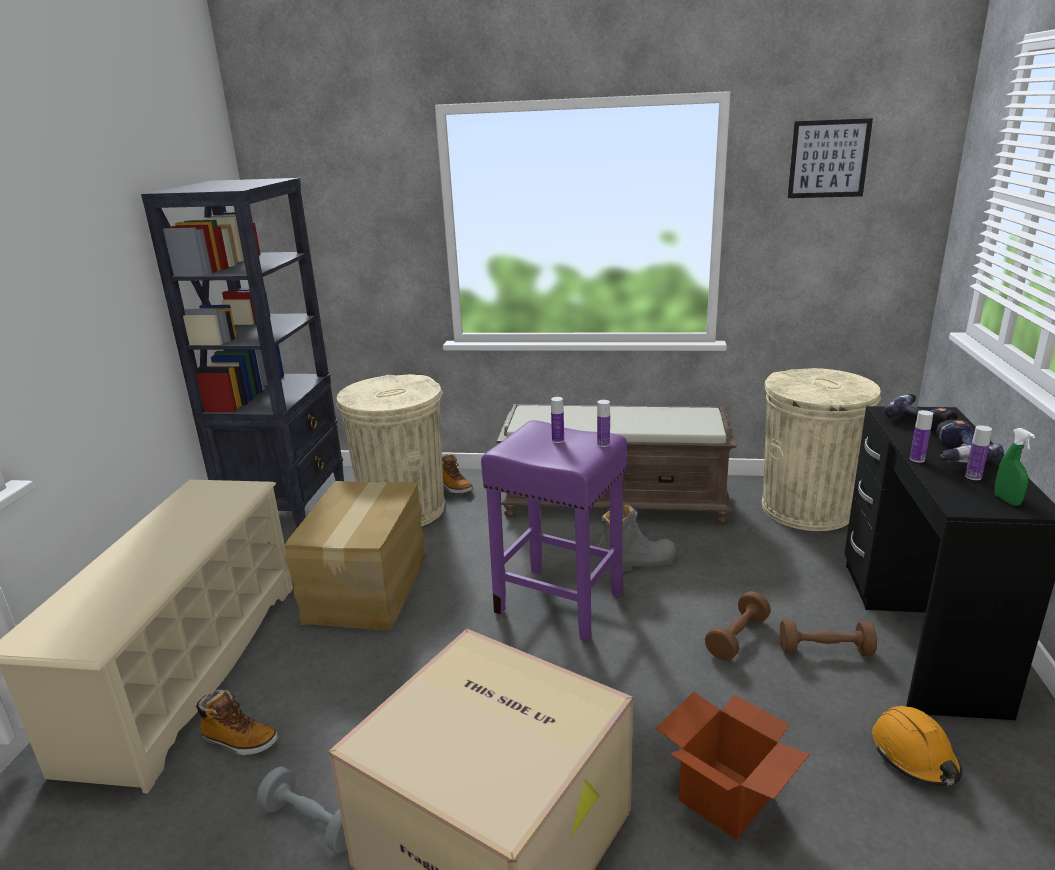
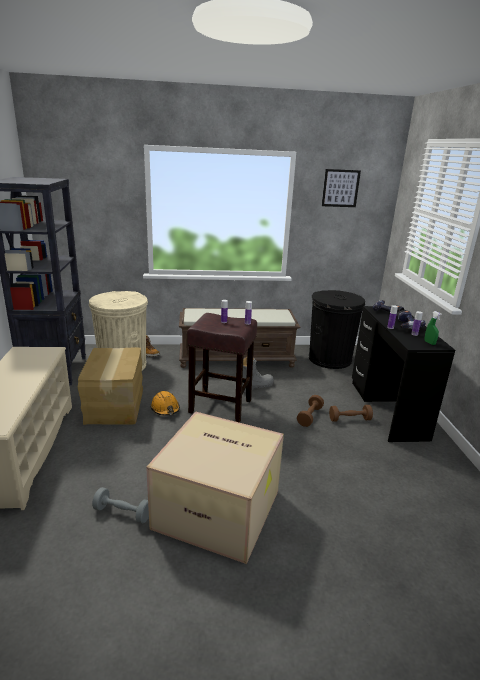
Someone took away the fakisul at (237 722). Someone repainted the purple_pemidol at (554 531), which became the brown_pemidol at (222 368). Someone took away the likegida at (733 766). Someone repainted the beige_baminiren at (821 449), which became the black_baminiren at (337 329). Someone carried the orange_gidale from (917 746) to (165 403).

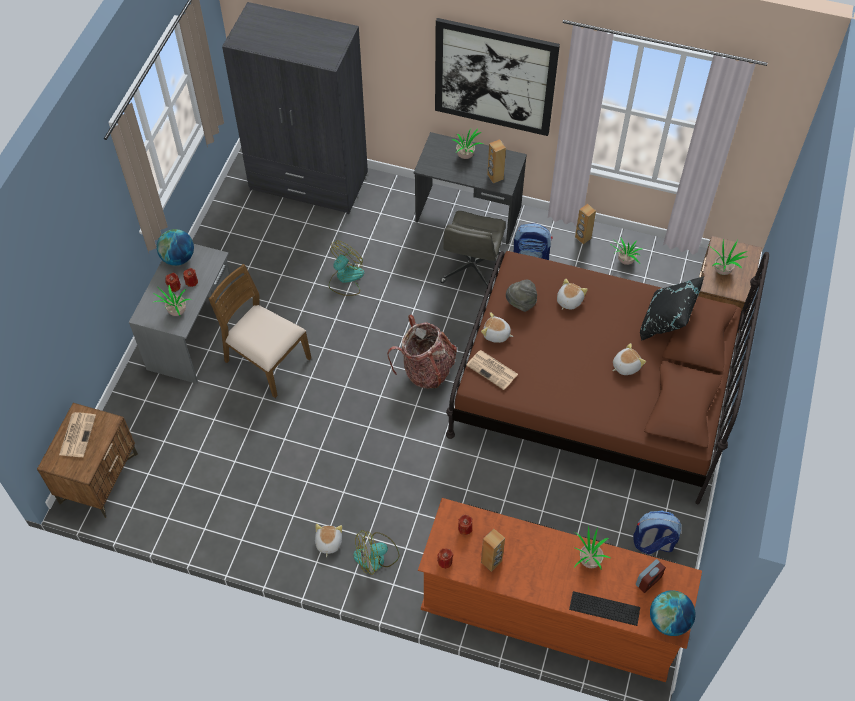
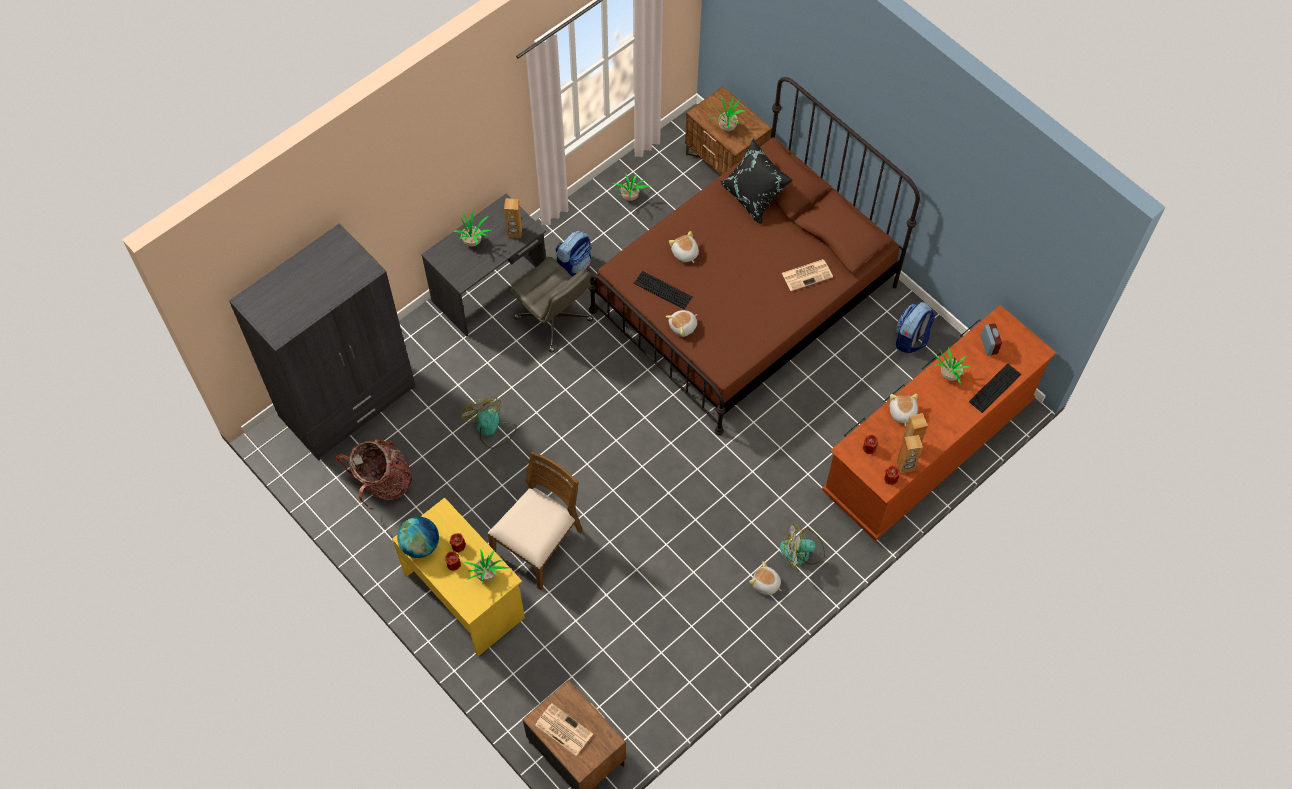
Someone repainted the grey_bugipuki at (180 314), which became the yellow_bugipuki at (458 577). Someone rotated the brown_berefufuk at (260 331) by 150 degrees clockwise. Someone rotated the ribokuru at (376 552) by 75 degrees clockwise. Someone carried the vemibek from (422 352) to (374 474). Someone took away the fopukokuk at (497 77). Someone carried the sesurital from (492 370) to (807 275). Someone swapped the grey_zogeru at (521 296) for the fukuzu at (663 290). Someone carried the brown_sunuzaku from (585 224) to (910 454). Someone carried the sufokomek from (629 359) to (904 410). Someone took away the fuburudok at (673 613).

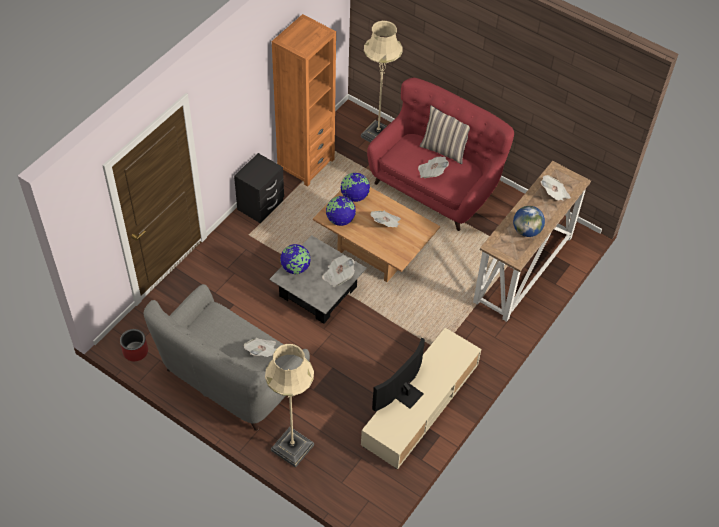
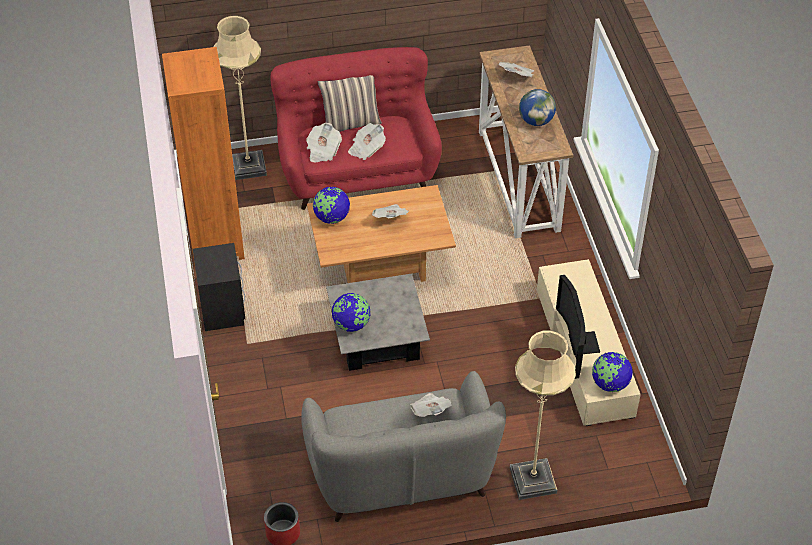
Someone carried the sesurital from (338 271) to (324 142). Someone carried the fuburudok from (341 211) to (612 372).

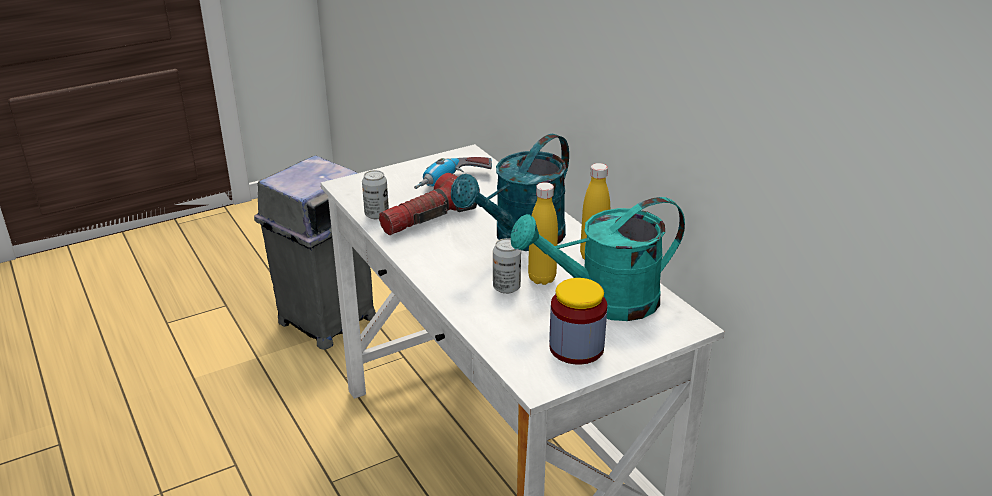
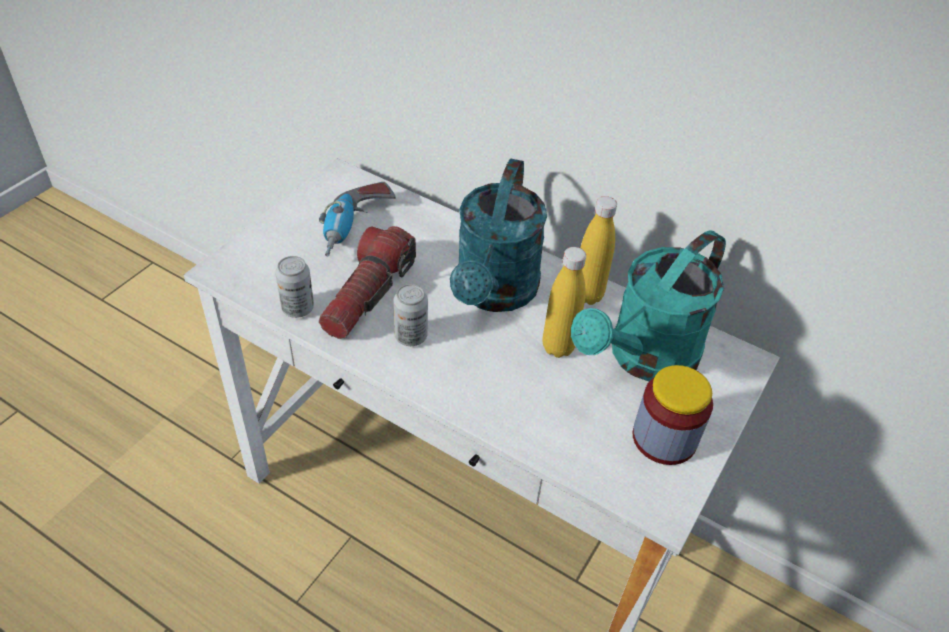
Someone took away the grey_baminiren at (315 253). Someone carried the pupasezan from (507 266) to (410 315).

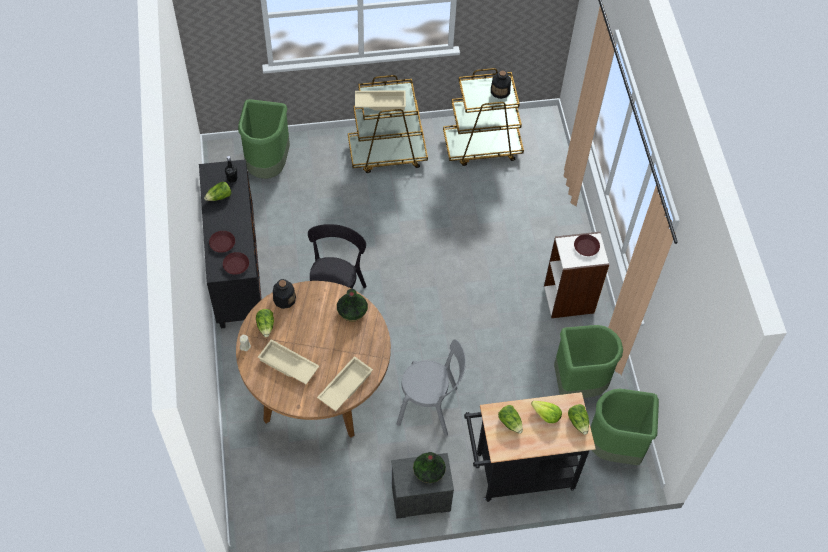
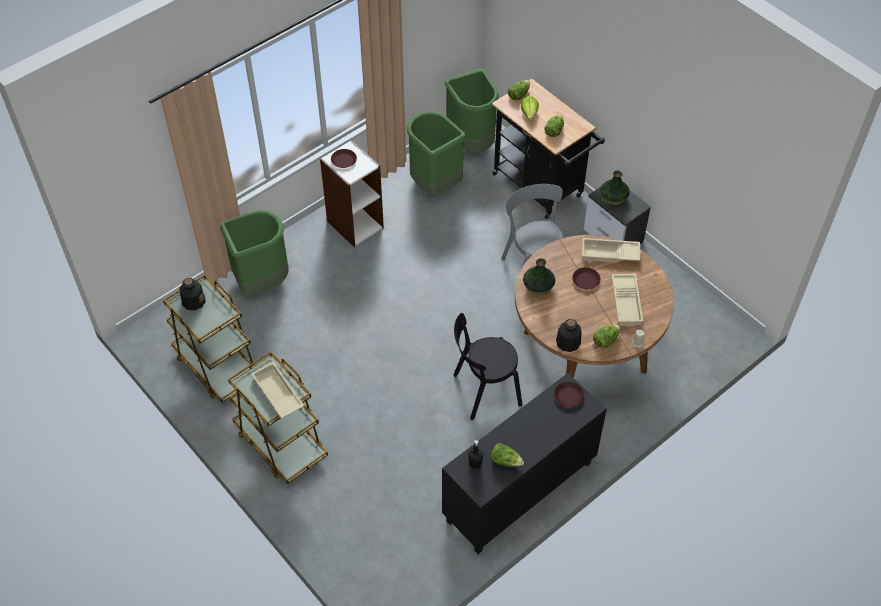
Someone carried the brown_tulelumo from (222 242) to (586 278). Someone carried the green_baminiren from (264 139) to (254 253).

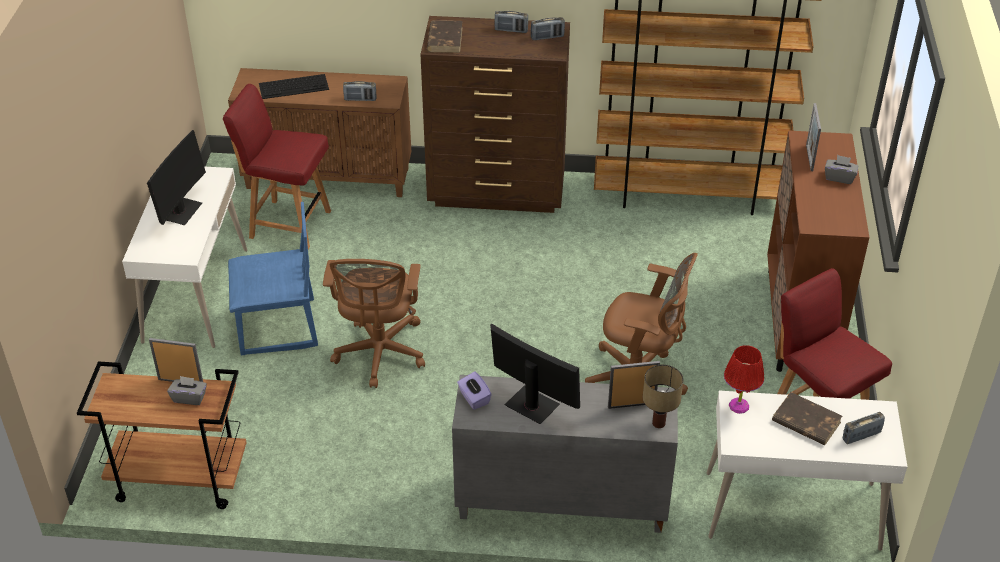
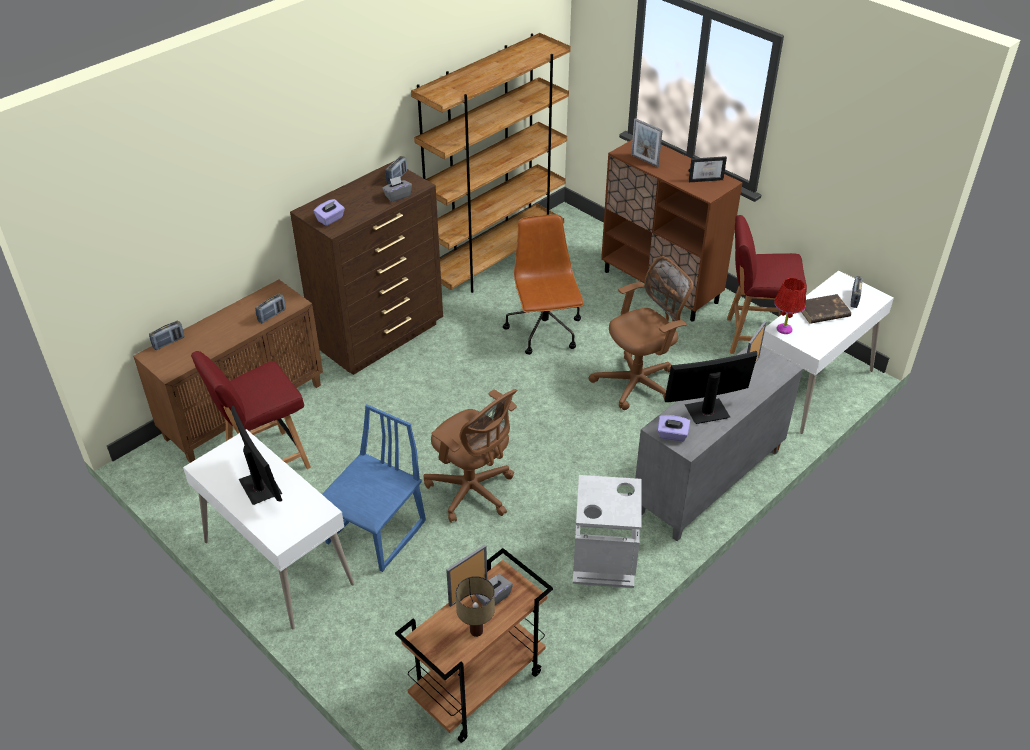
Someone took away the fukuzu at (294 86). Someone swapped the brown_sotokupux at (445 36) for the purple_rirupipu at (329 212). Someone carried the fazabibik from (511 22) to (166 335). Someone carried the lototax from (663 396) to (475 606). Someone carried the grey_rirupipu from (841 169) to (397 189). Someone put down the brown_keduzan at (543 285). Someone put down the grey_baminiren at (607 531). Someone put down the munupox at (707 169).

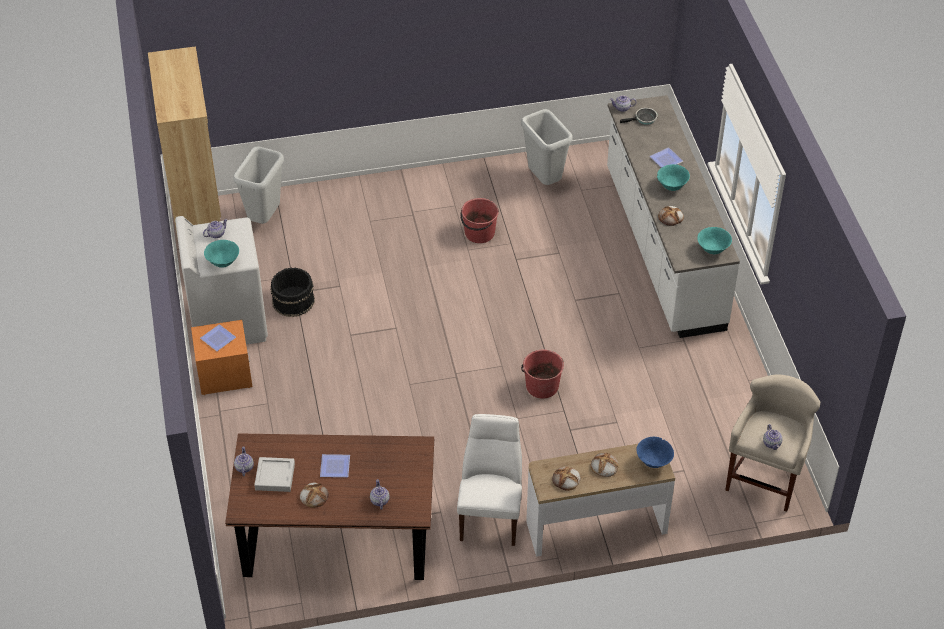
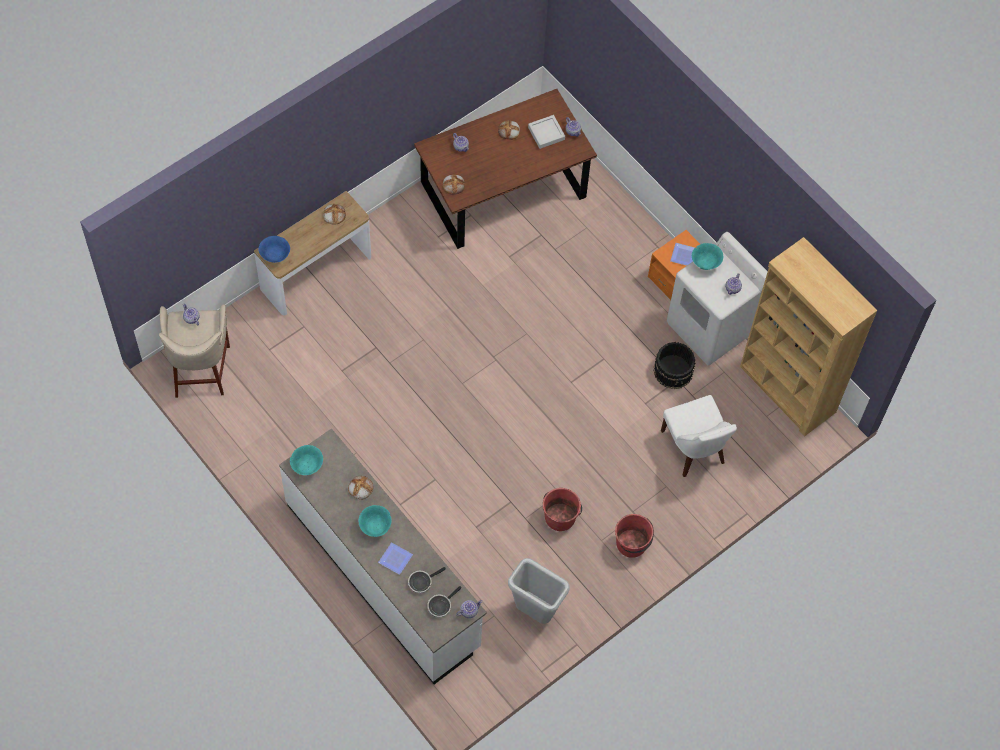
Someone took away the grey_baminiren at (258 185). Someone took away the tulelumo at (335 465). Someone carried the white_berefufuk from (489 480) to (699 436). Someone carried the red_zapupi from (542 374) to (634 536). Someone carried the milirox from (605 465) to (454 185). Someone put down the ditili at (427 580).

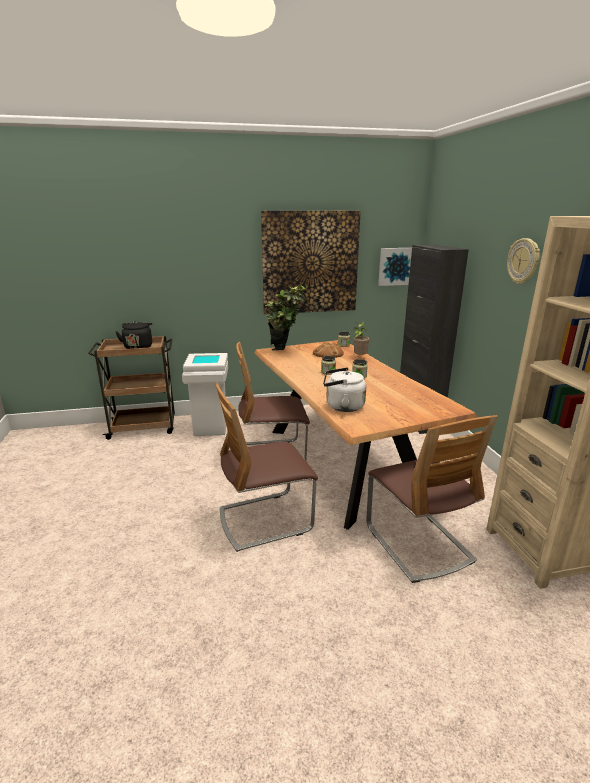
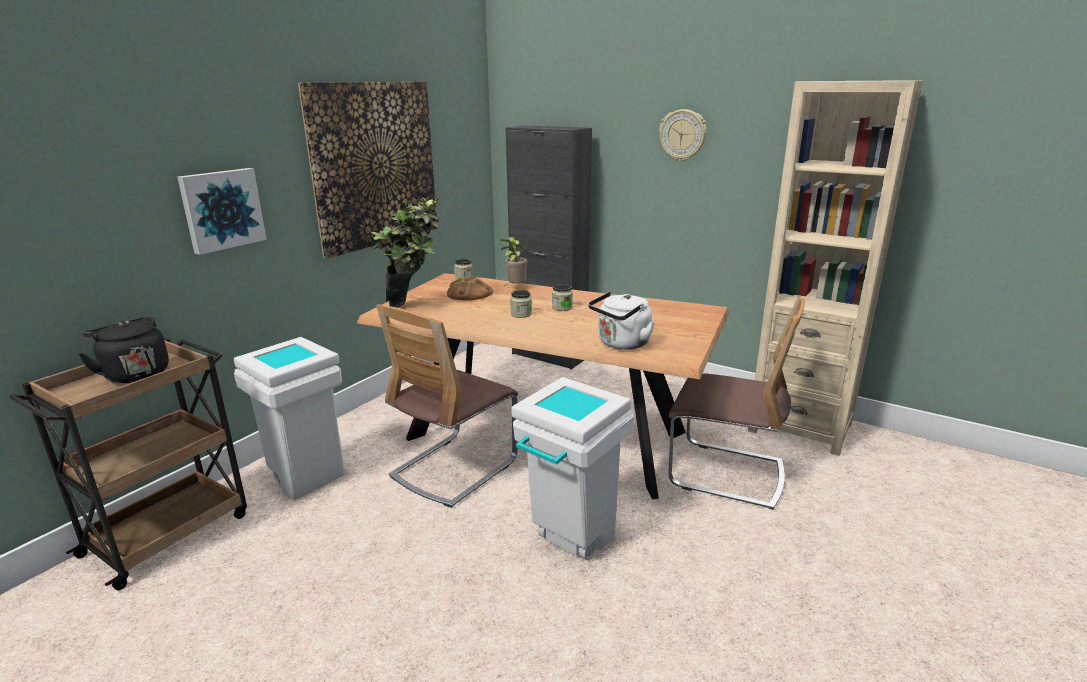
Someone swapped the berefufuk at (267 467) for the white_baminiren at (573 468). Someone carried the fopukokuk from (395 267) to (222 211).

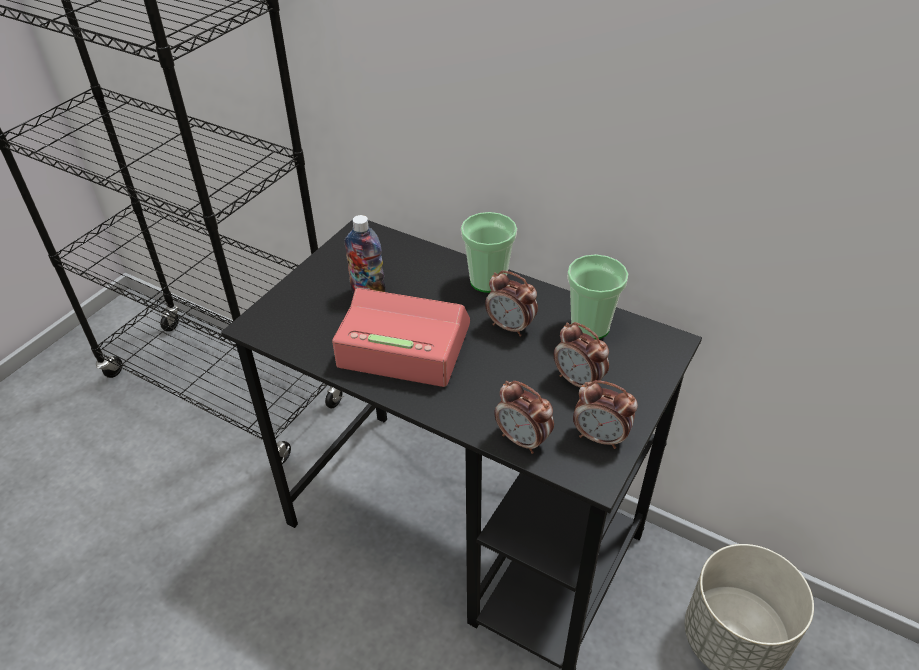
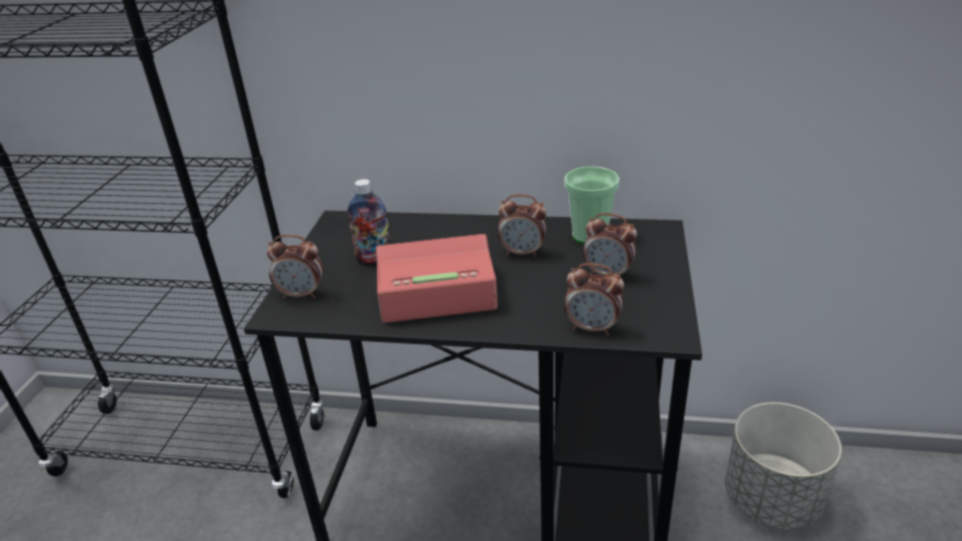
Someone took away the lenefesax at (489 252). Someone carried the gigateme from (605 414) to (295 267).

